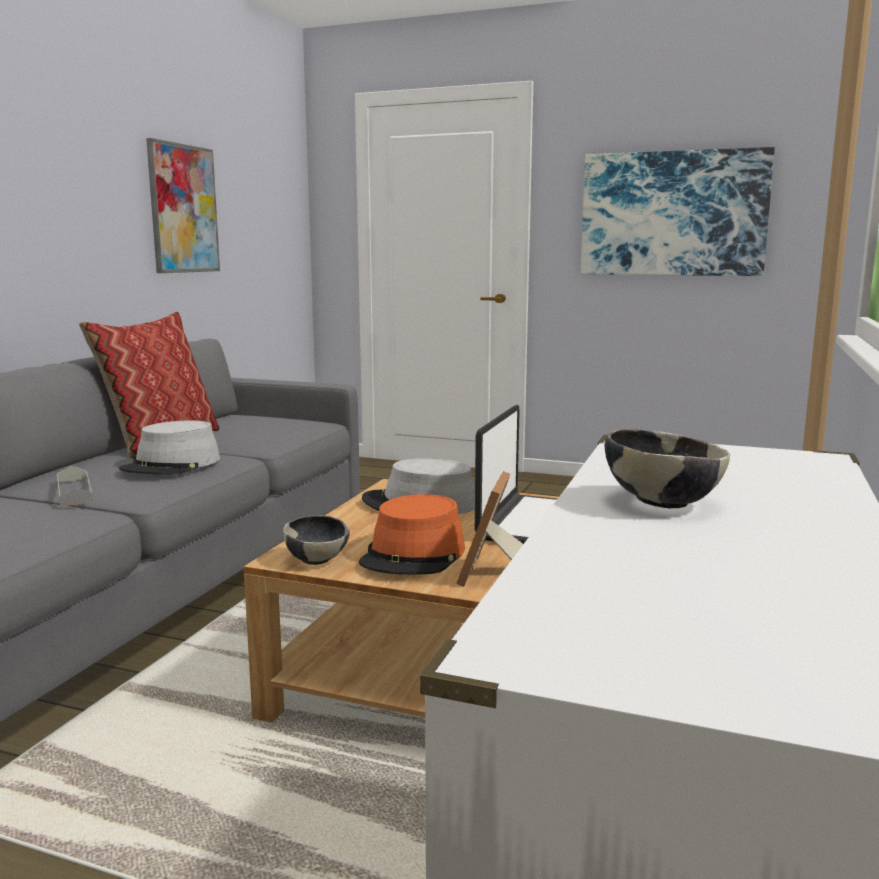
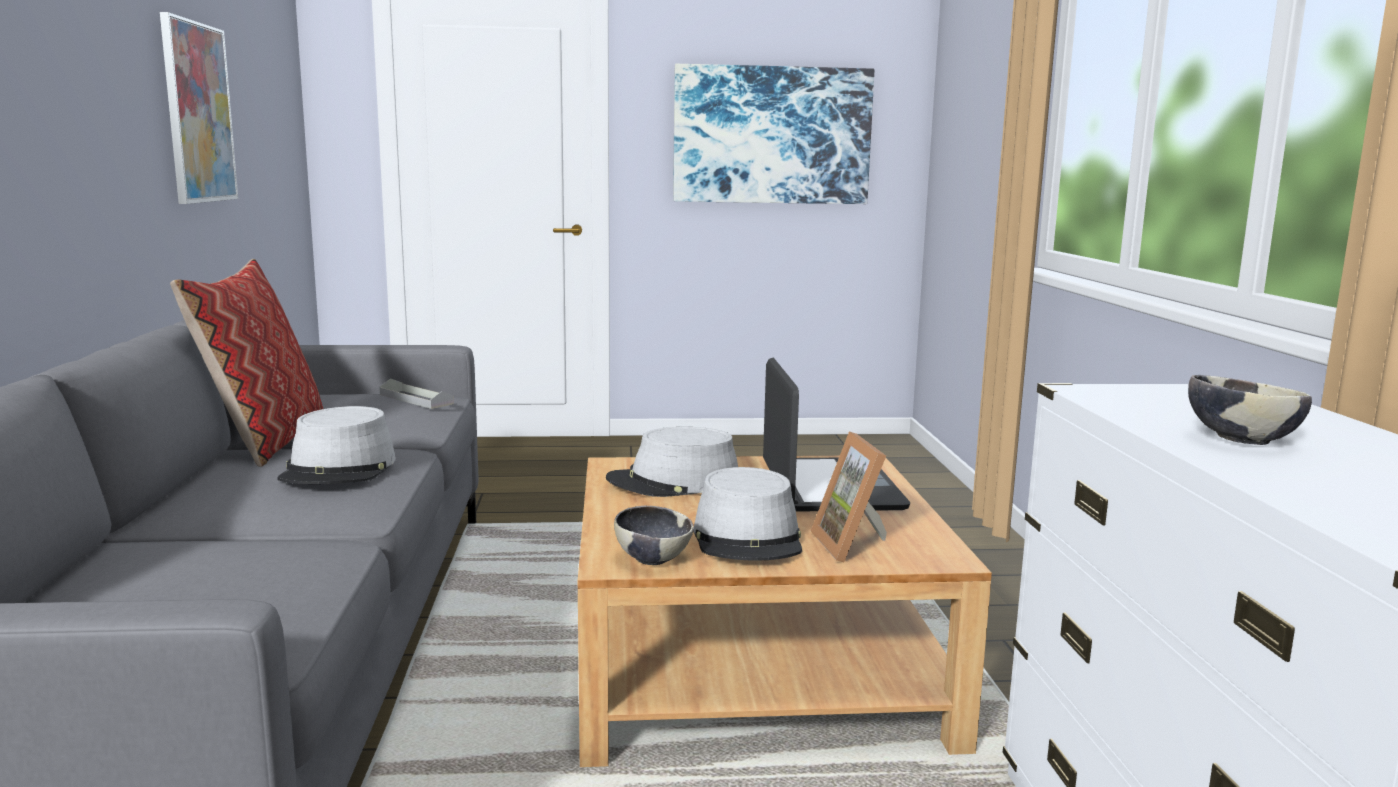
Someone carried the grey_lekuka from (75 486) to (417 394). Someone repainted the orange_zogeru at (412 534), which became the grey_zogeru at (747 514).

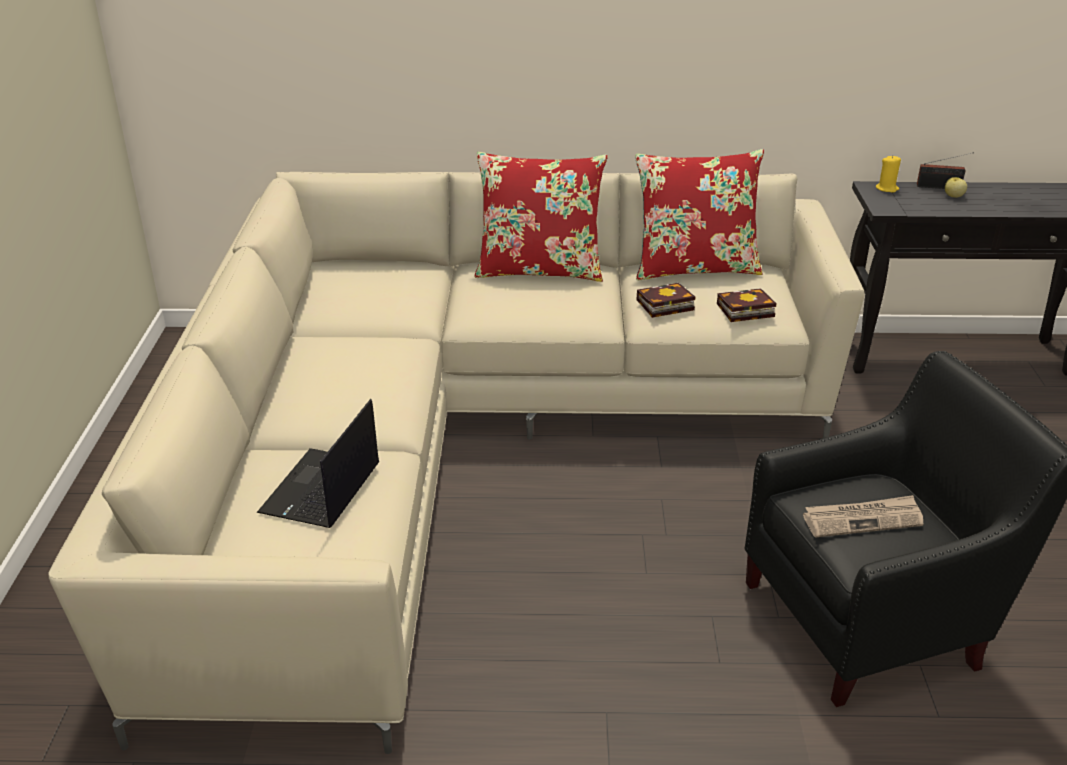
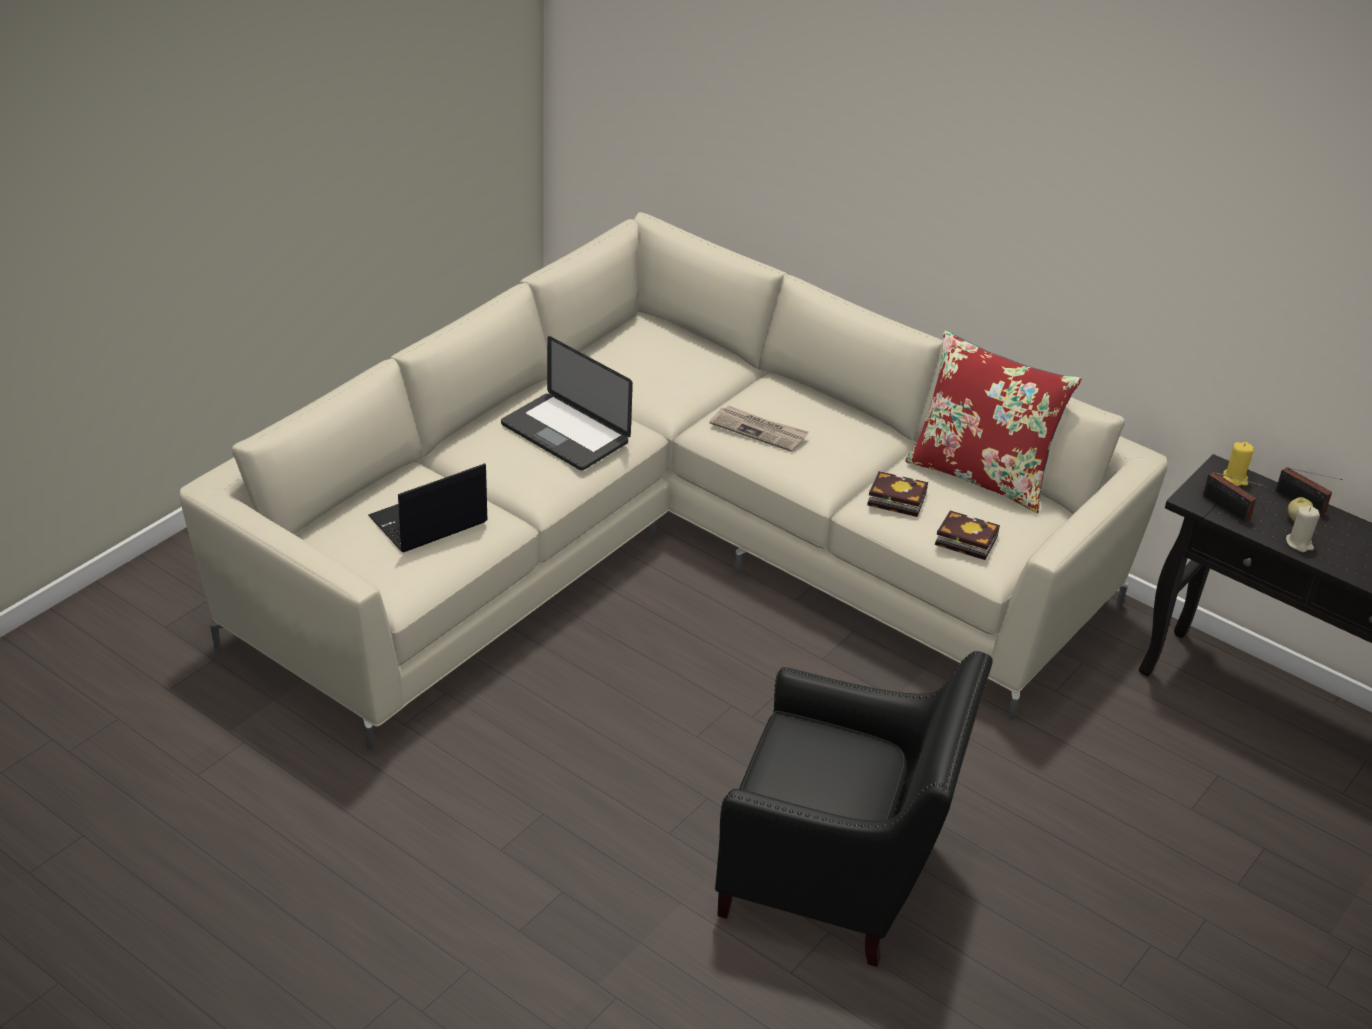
Someone took away the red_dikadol at (541 217). Someone carried the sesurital from (863 516) to (759 428). Someone put down the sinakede at (567 403). Someone put down the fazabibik at (1234 497). Someone put down the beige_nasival at (1303 529).

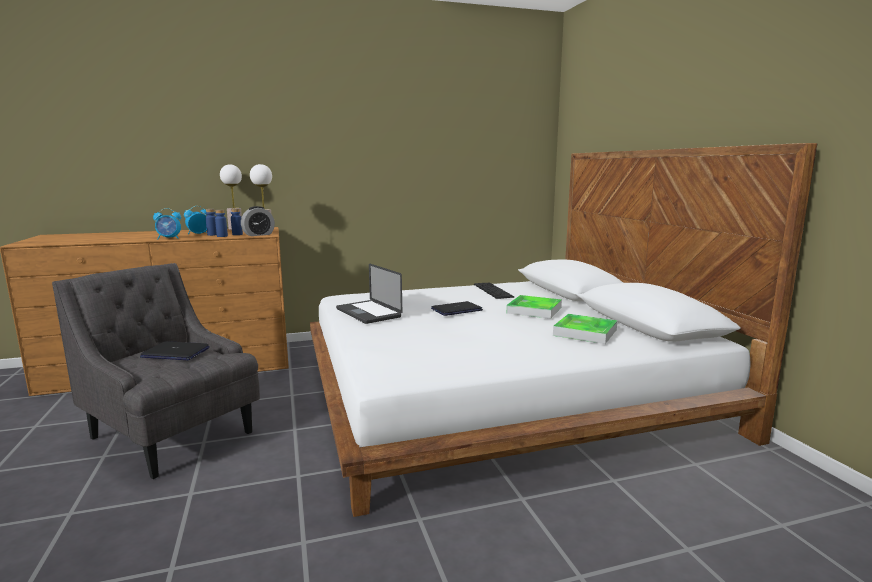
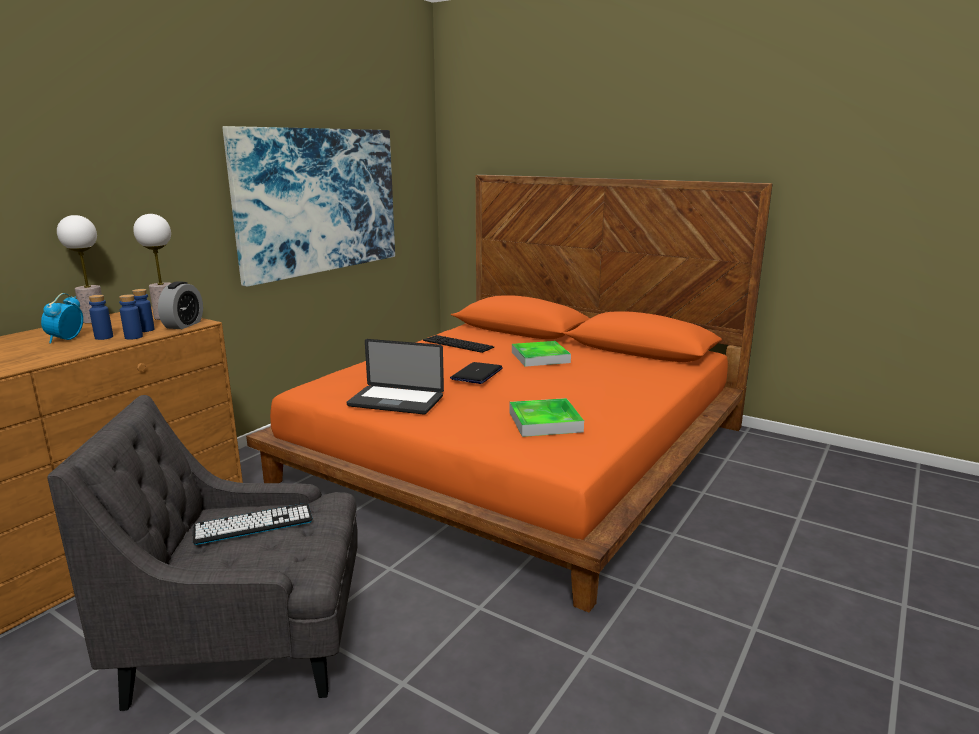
Someone swapped the sinakede at (175 350) for the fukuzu at (252 524). Someone took away the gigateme at (167 223). Someone repainted the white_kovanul at (563 330), which became the orange_kovanul at (509 394). Someone carried the lekuka from (585 329) to (547 417). Someone put up the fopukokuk at (308 206).

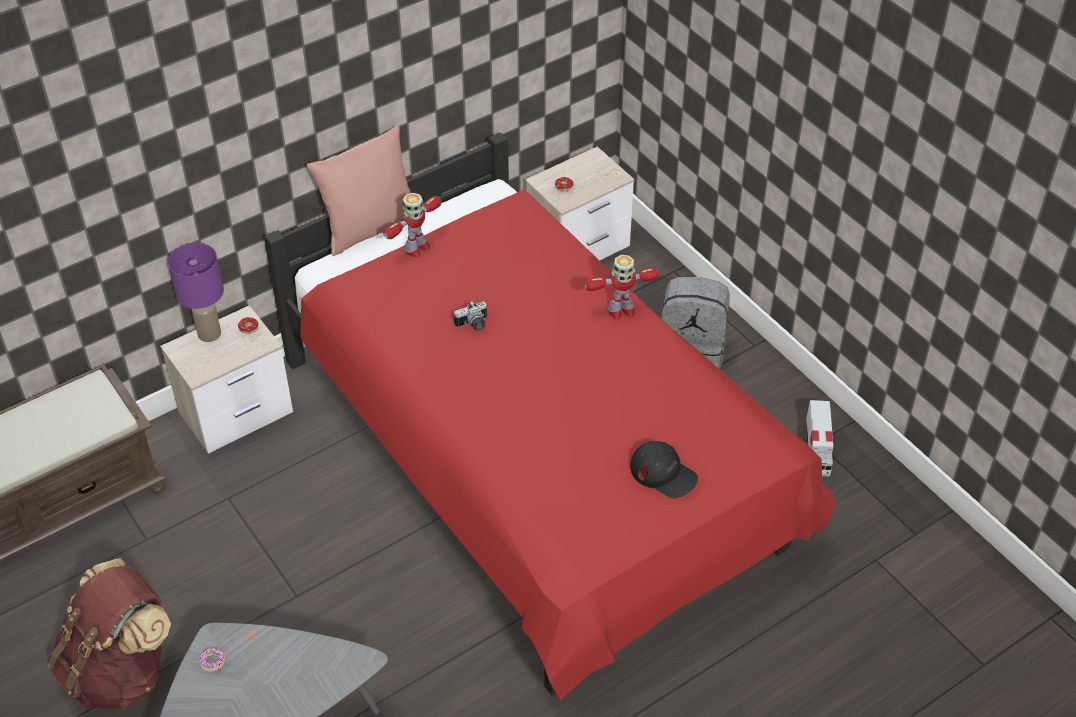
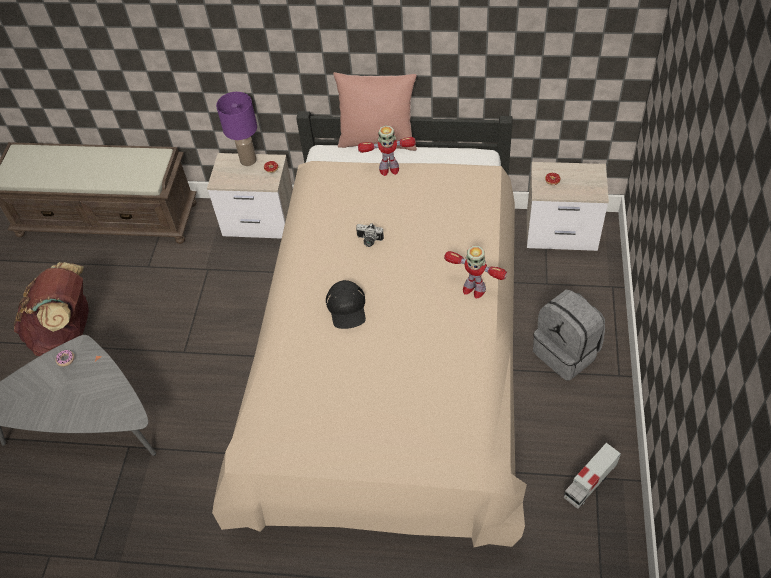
Someone repainted the red_kovanul at (550 416), which became the beige_kovanul at (369 329). Someone carried the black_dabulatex from (664 469) to (346 304).

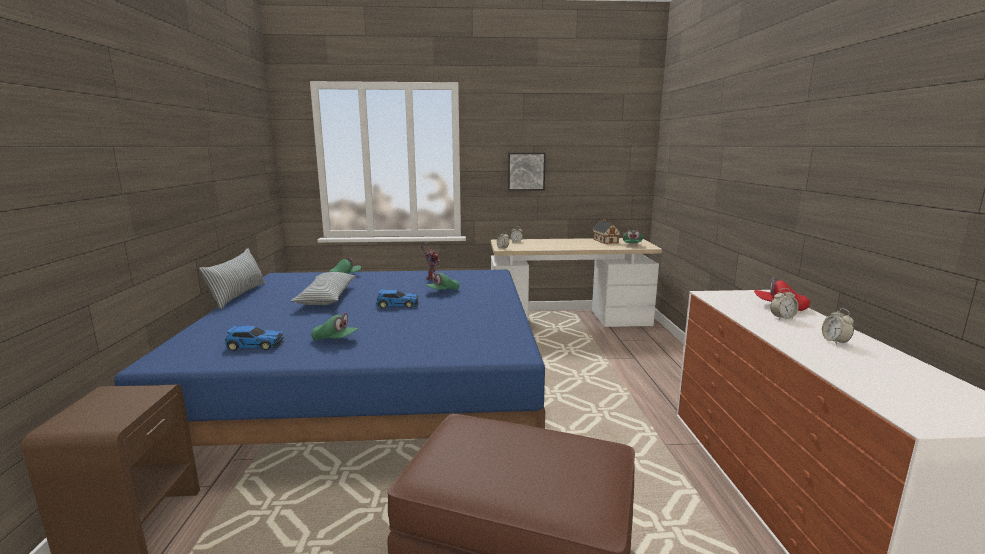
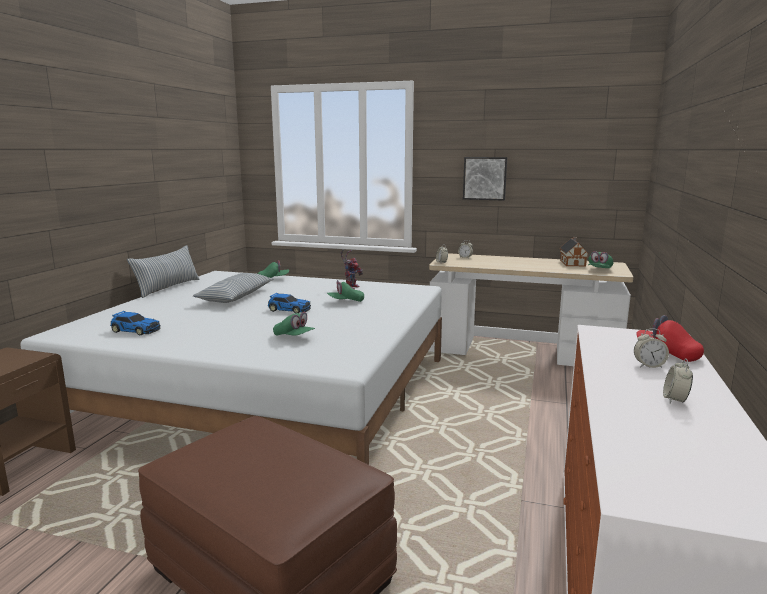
Someone repainted the blue_kovanul at (329 358), which became the white_kovanul at (231 368). Someone carried the green_dabulatex from (334 327) to (294 324).

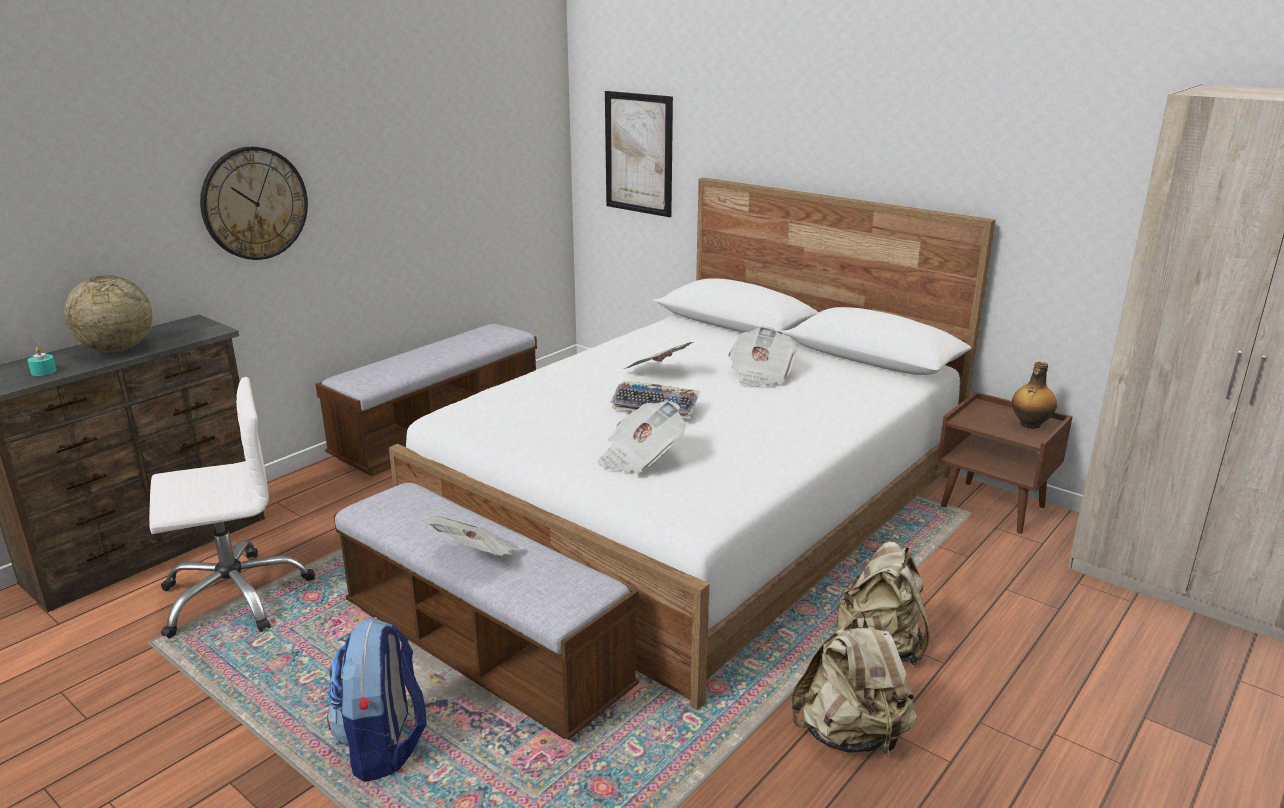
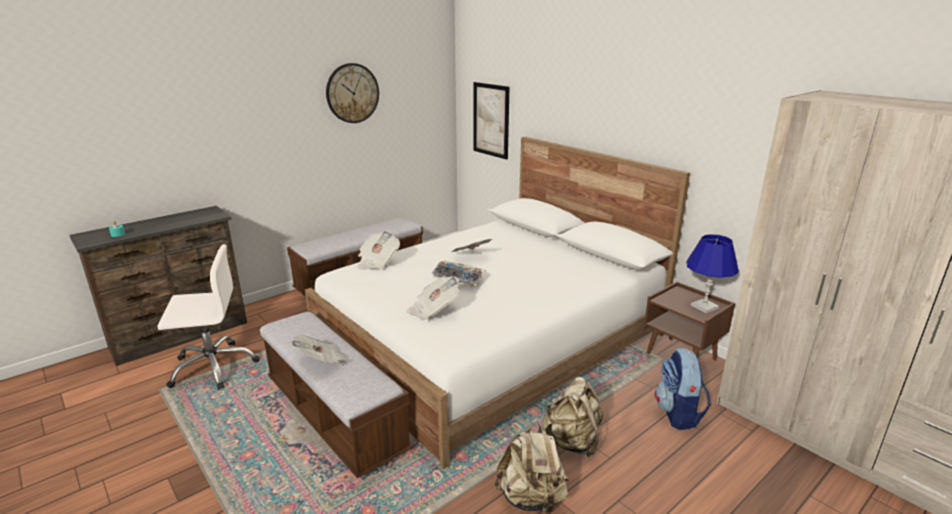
Someone took away the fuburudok at (108 314). Someone carried the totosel from (254 203) to (352 93). Someone carried the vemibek from (377 699) to (683 388). Someone carried the sesurital from (763 357) to (379 250). Someone swapped the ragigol at (1034 395) for the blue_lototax at (712 273).

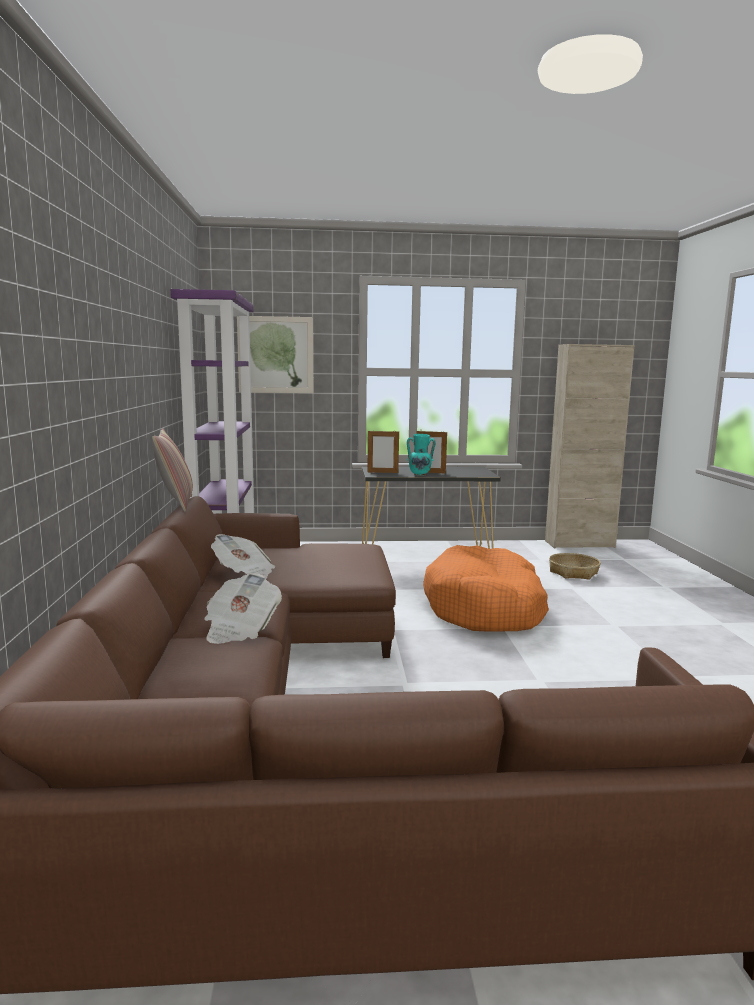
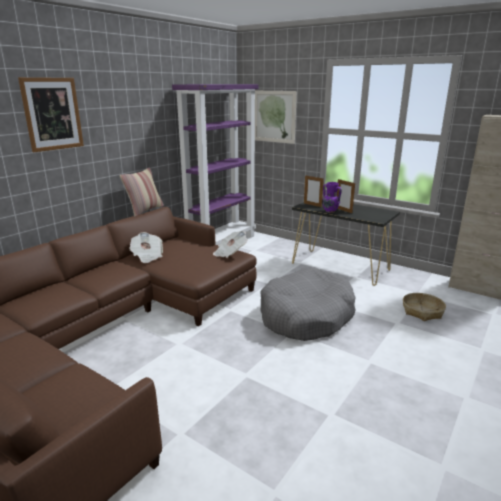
Someone carried the sesurital from (243 608) to (230 244). Someone repainted the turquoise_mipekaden at (421 455), which became the purple_mipekaden at (332 197). Someone repainted the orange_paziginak at (486 588), which became the grey_paziginak at (308 304). Someone put up the fopukokuk at (51 114).

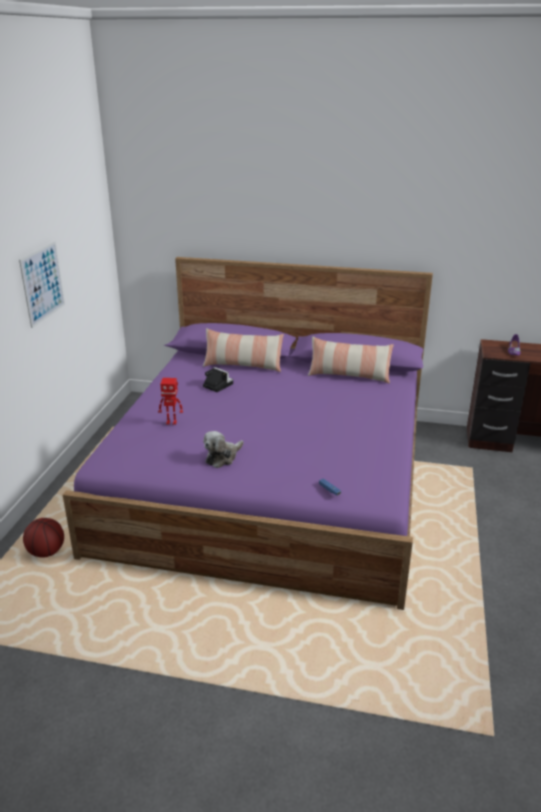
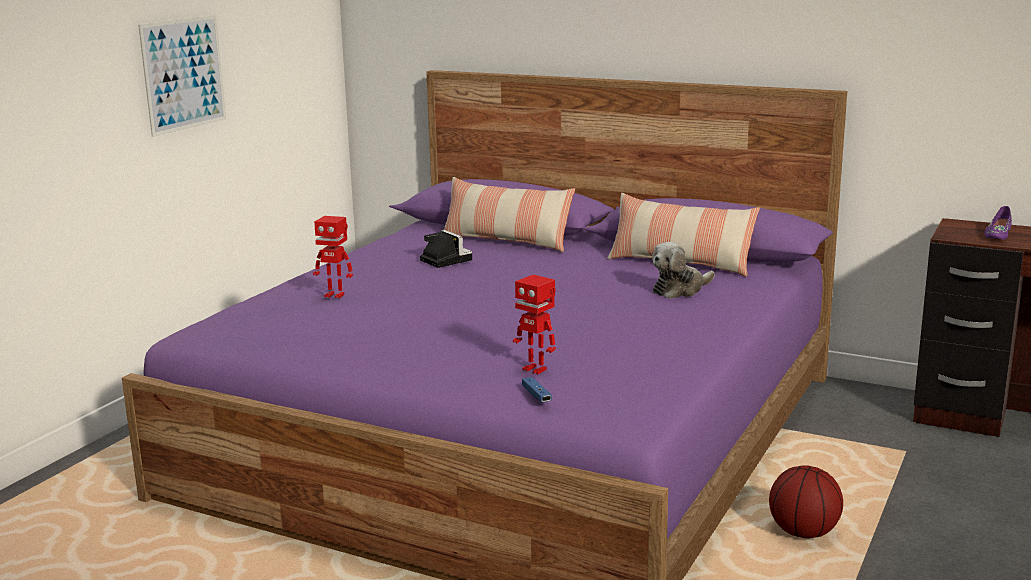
Someone carried the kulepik from (43 538) to (806 501). Someone carried the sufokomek from (223 449) to (683 270). Someone put down the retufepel at (534 325).

